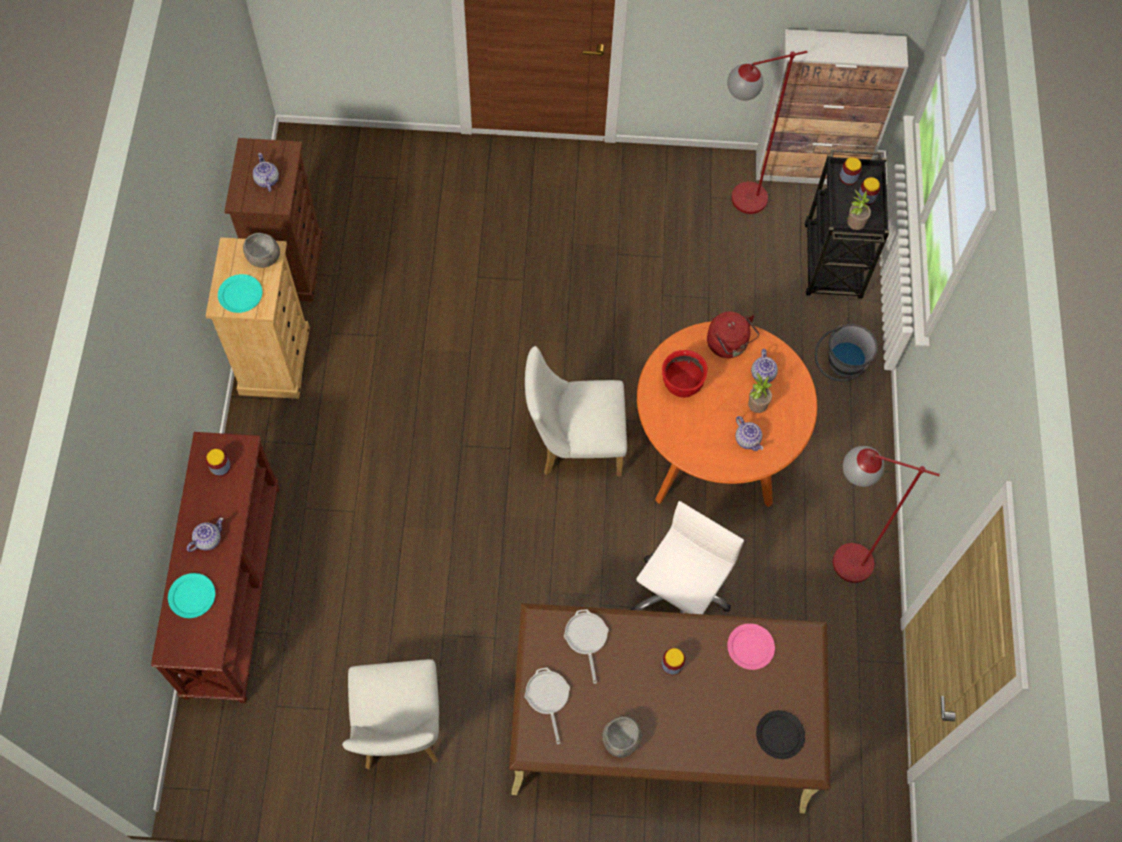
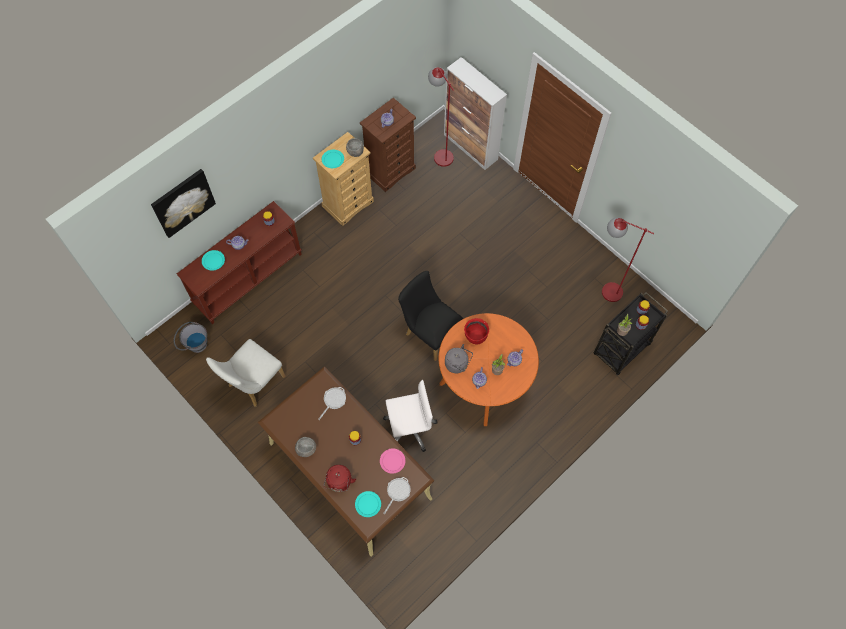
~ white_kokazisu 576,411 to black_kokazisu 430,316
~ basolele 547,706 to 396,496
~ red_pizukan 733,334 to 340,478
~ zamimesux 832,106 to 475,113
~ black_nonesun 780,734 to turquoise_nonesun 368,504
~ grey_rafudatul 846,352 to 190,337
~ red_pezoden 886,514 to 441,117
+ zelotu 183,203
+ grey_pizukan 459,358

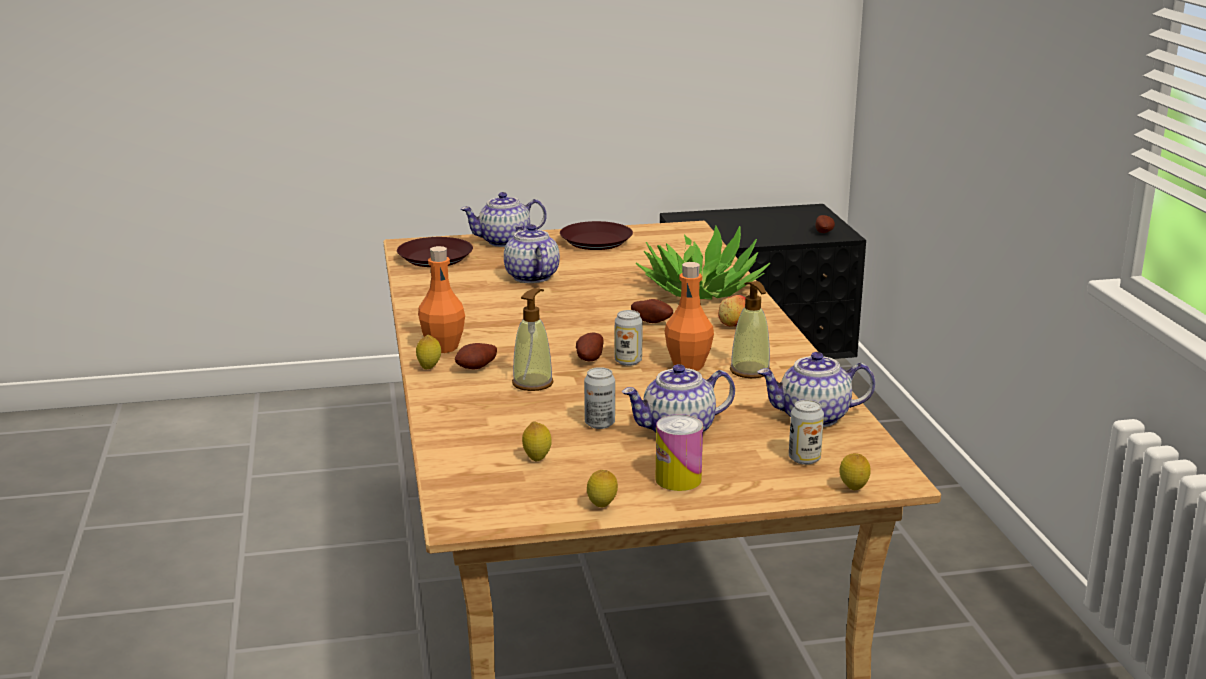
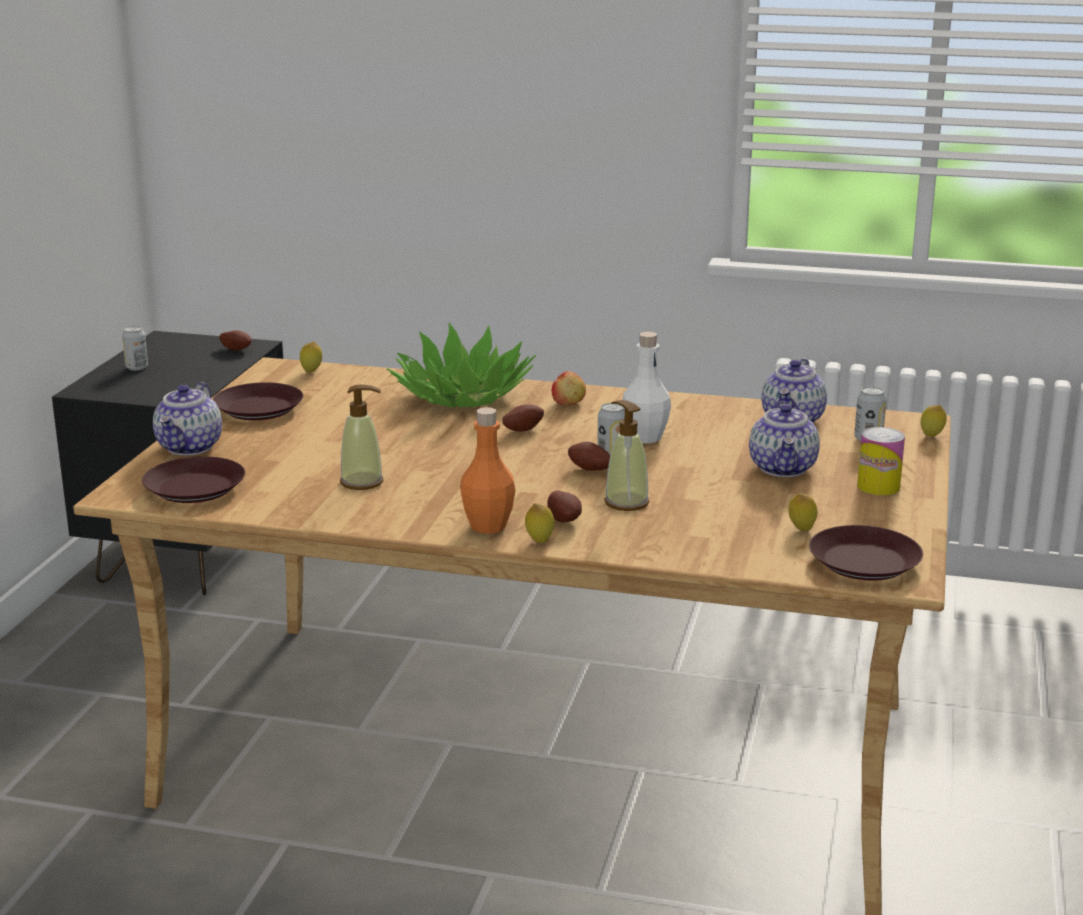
- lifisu 532,253
~ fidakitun 599,398 to 135,348
~ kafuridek 602,488 to 311,357
~ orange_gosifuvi 689,316 to white_gosifuvi 646,388
~ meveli 750,329 to 362,437
+ brown_nonesun 866,552

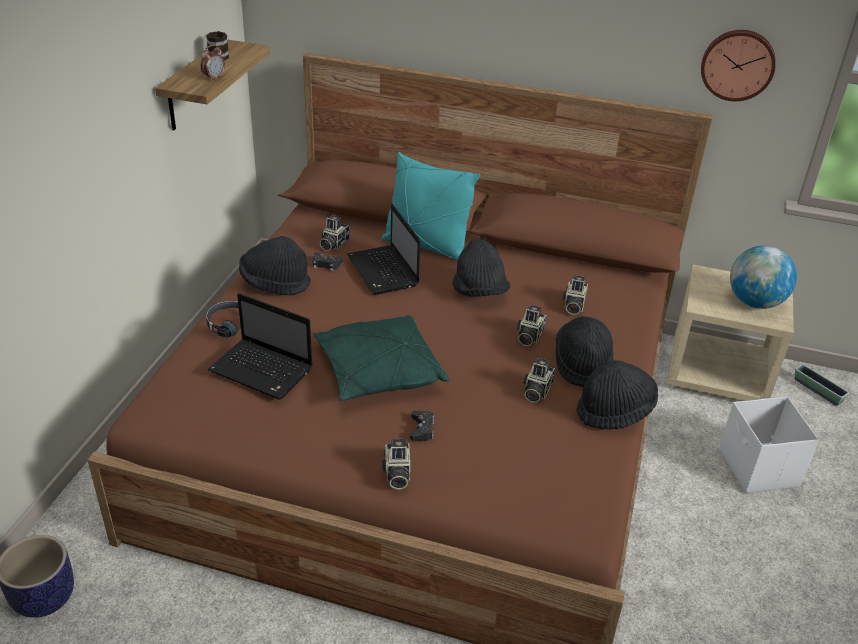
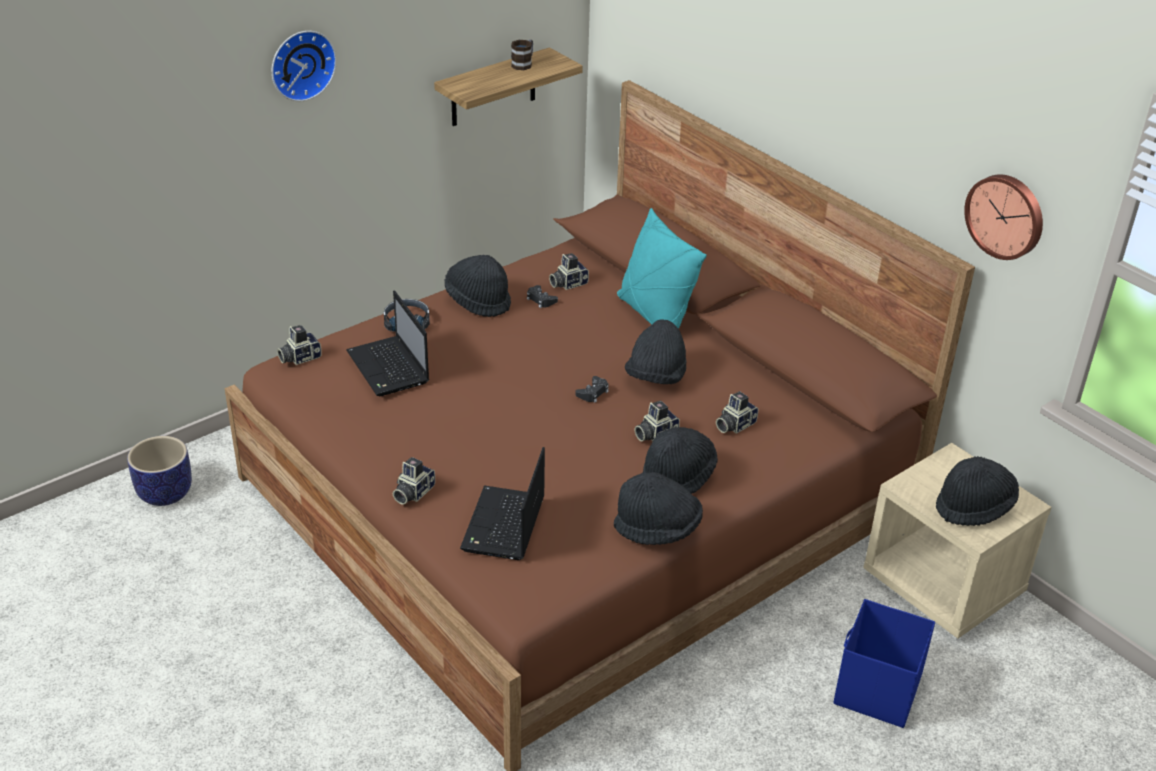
- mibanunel 212,63
- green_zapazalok 381,358
~ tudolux 383,249 to 502,503
~ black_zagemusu 422,426 to 592,389
~ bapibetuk 539,380 to 299,345
~ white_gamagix 769,445 to blue_gamagix 884,663
~ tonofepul 763,277 to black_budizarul 977,491
- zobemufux 822,385
+ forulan 304,66

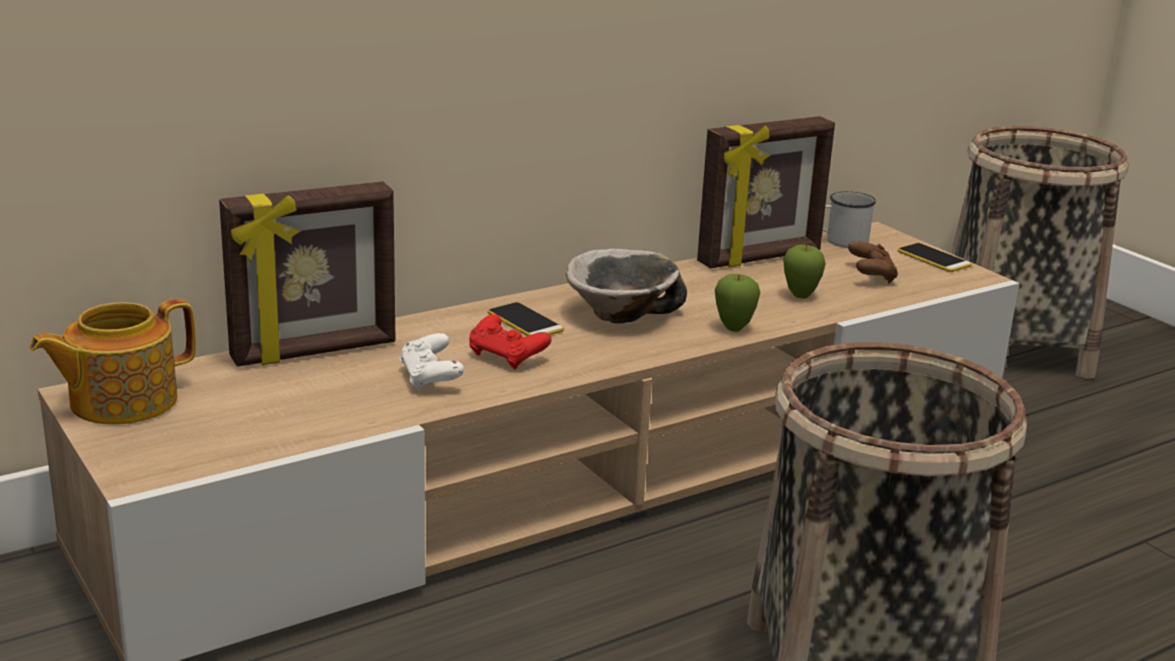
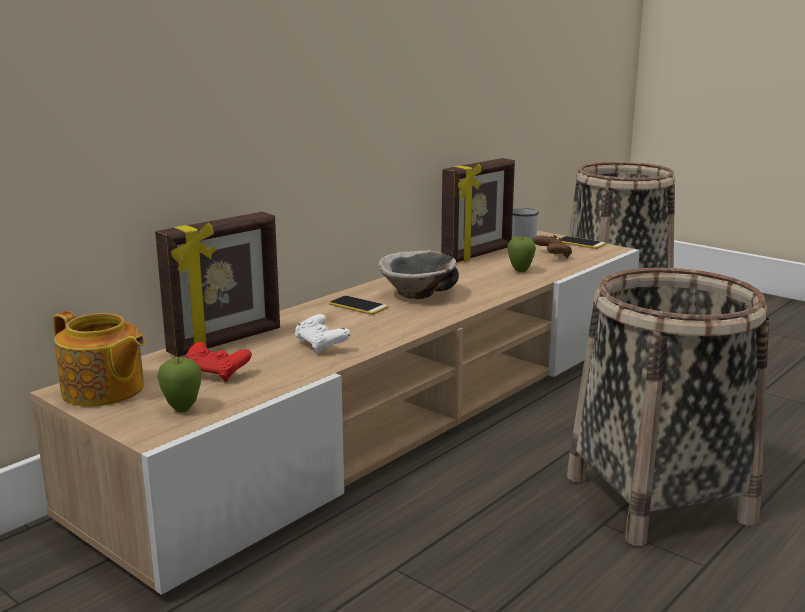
~ lifisu 112,362 = 99,358 90 degrees counterclockwise
~ red_zagemusu 510,341 to 218,362
~ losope 737,303 to 179,385

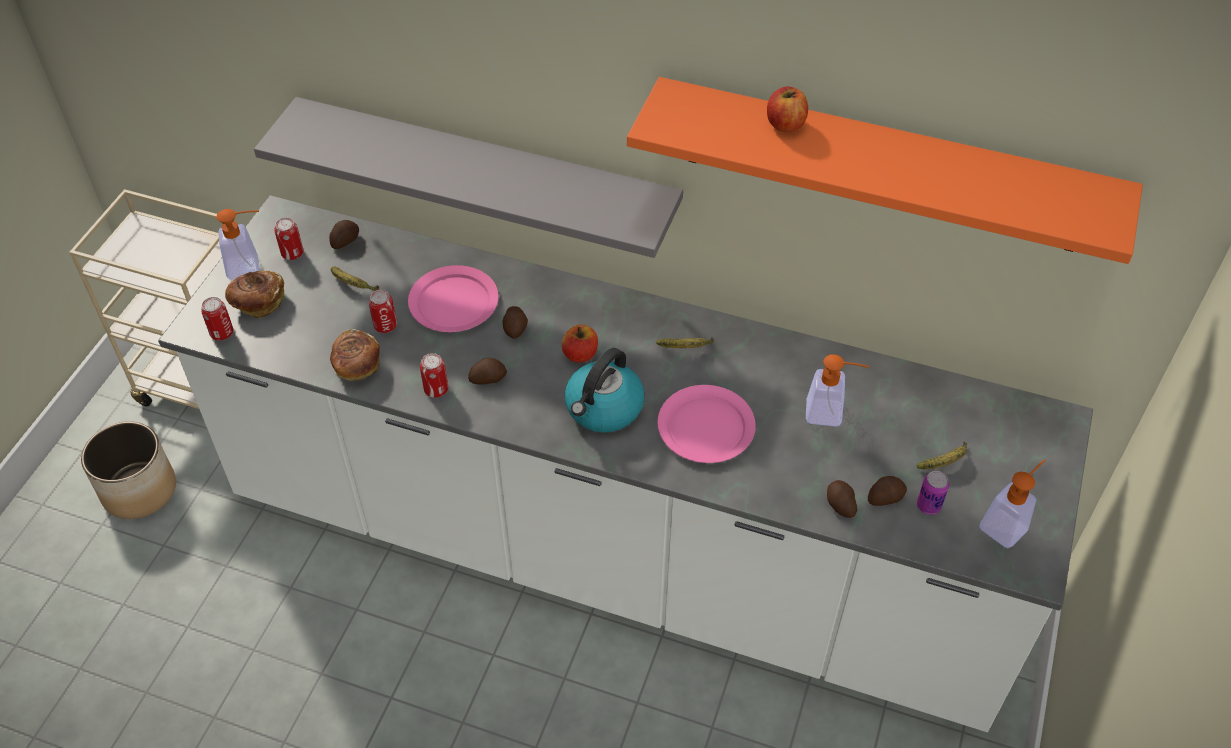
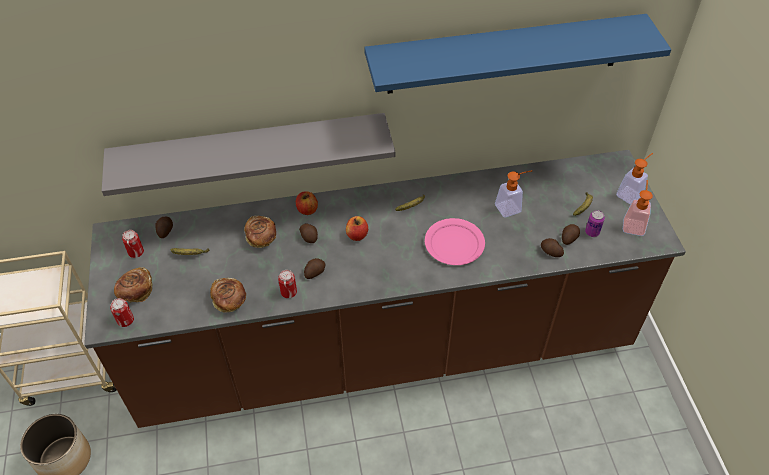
~ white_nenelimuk 625,463 to brown_nenelimuk 385,289
~ meveli 238,244 to 634,179
- fidakitun 383,311
~ pink_nonesun 453,298 to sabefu 260,232
- pizukan 605,390
~ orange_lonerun 885,170 to blue_lonerun 517,54
~ losope 787,109 to 307,203

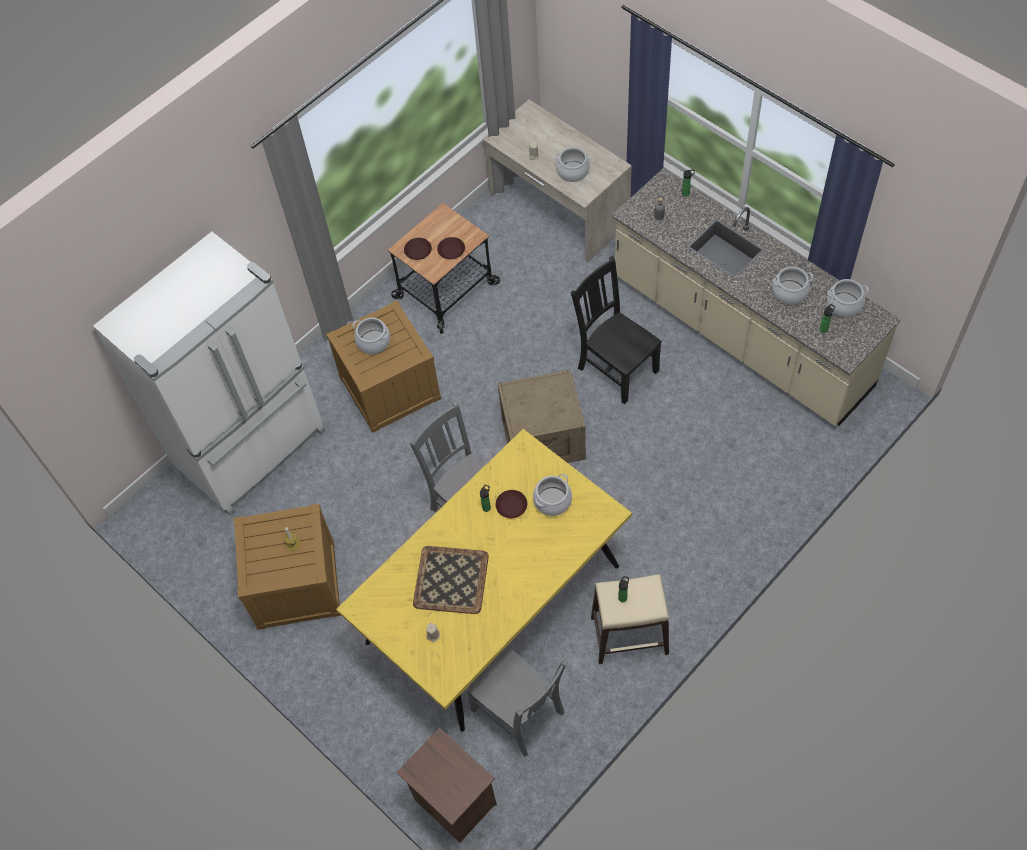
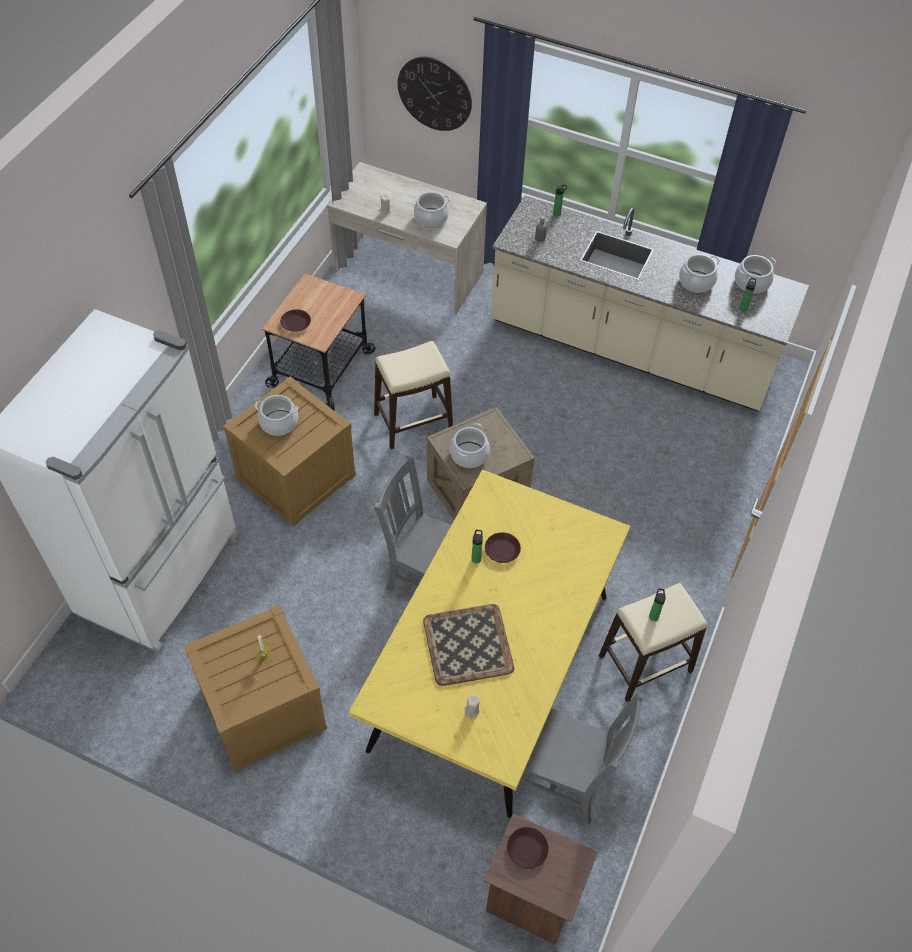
~ brown_nonesun 451,248 to 528,848
~ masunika 552,494 to 470,445
- black_kokazisu 616,330
+ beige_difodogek 413,395
+ forulan 435,94

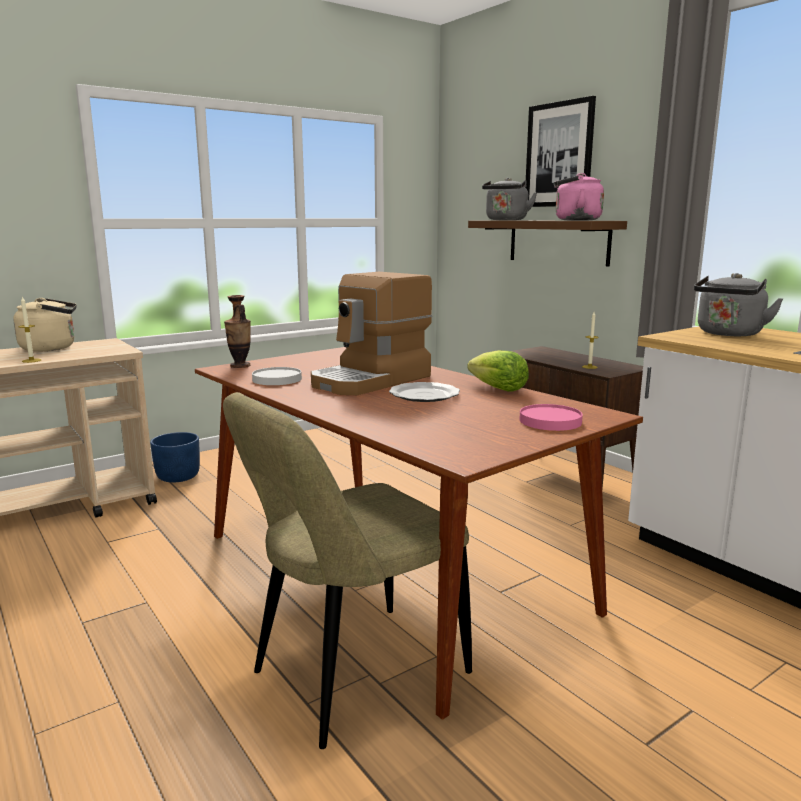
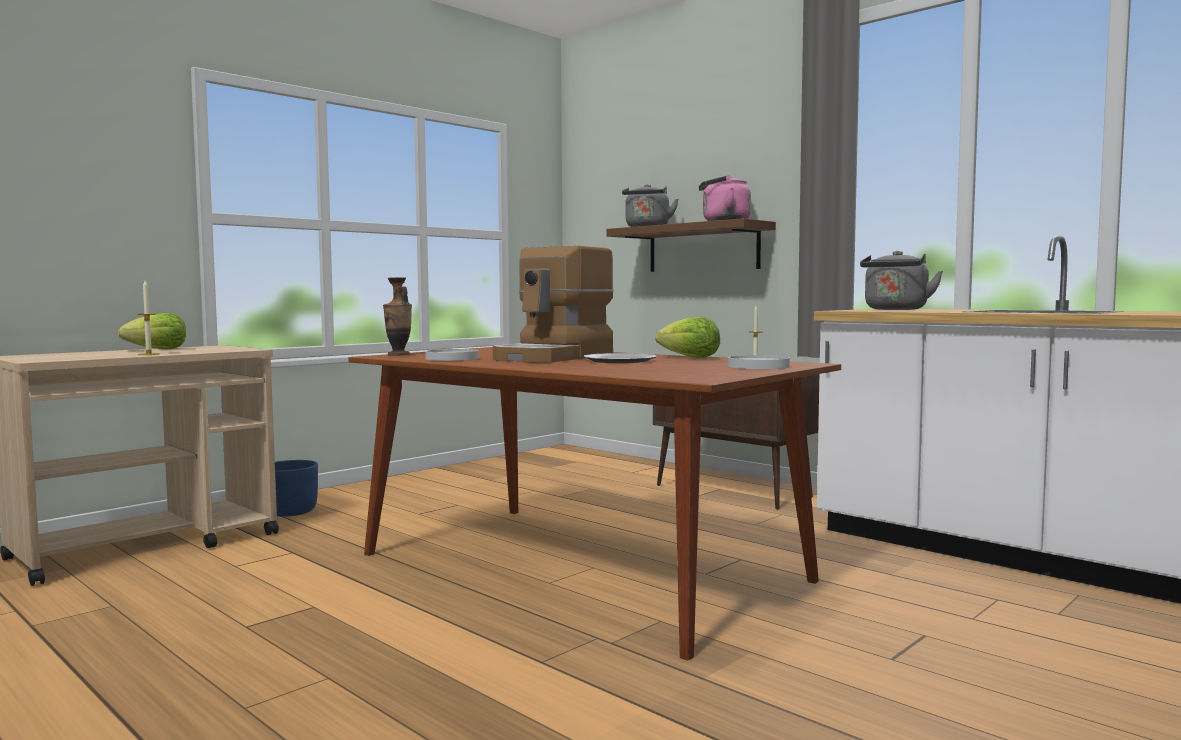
~ beige_pizukan 45,324 to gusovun 152,331
- beige_kokazisu 347,570
~ pink_nonesun 551,417 to white_nonesun 759,362
- zelotu 560,151

